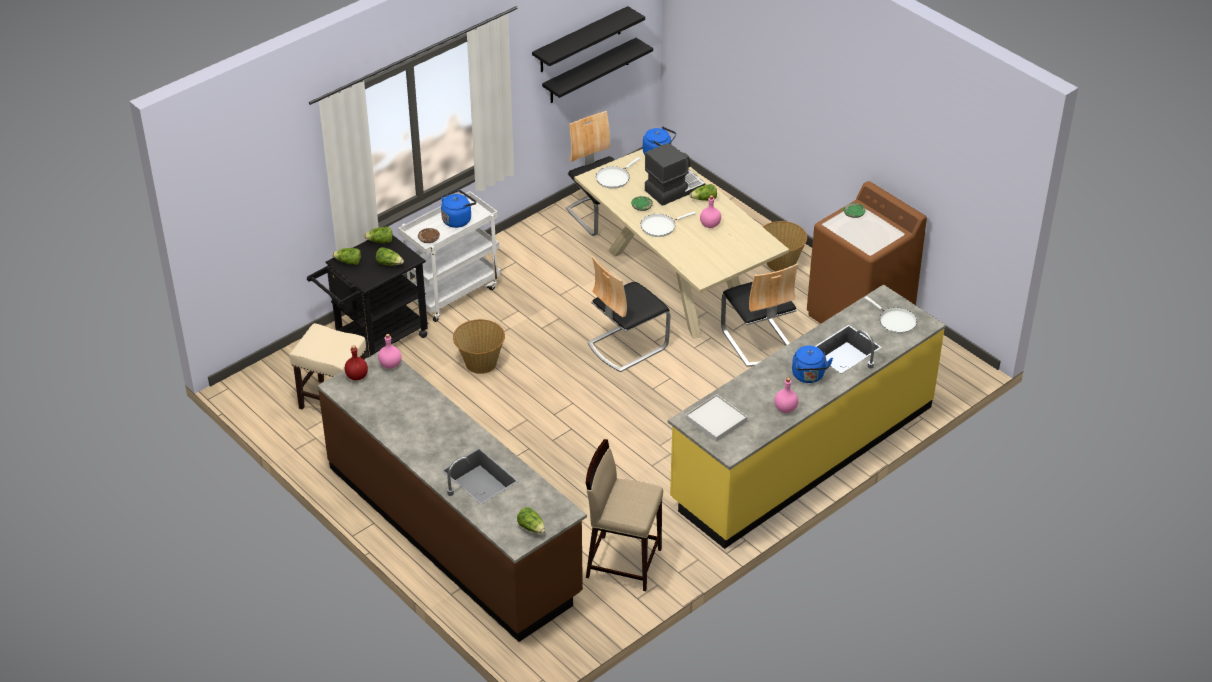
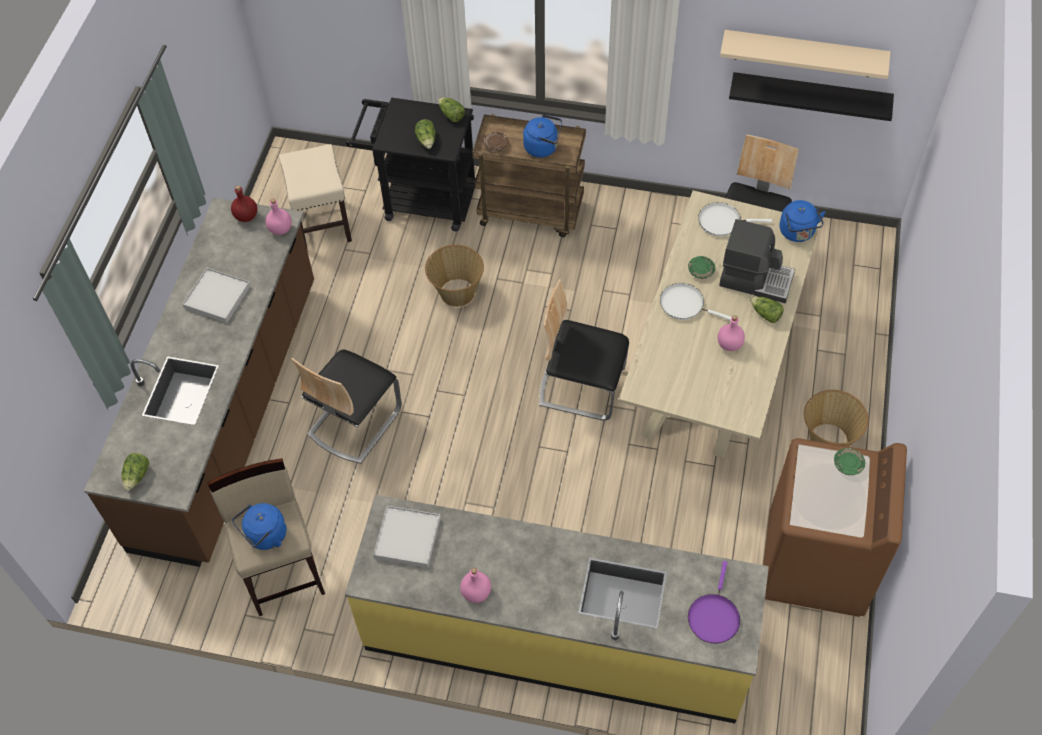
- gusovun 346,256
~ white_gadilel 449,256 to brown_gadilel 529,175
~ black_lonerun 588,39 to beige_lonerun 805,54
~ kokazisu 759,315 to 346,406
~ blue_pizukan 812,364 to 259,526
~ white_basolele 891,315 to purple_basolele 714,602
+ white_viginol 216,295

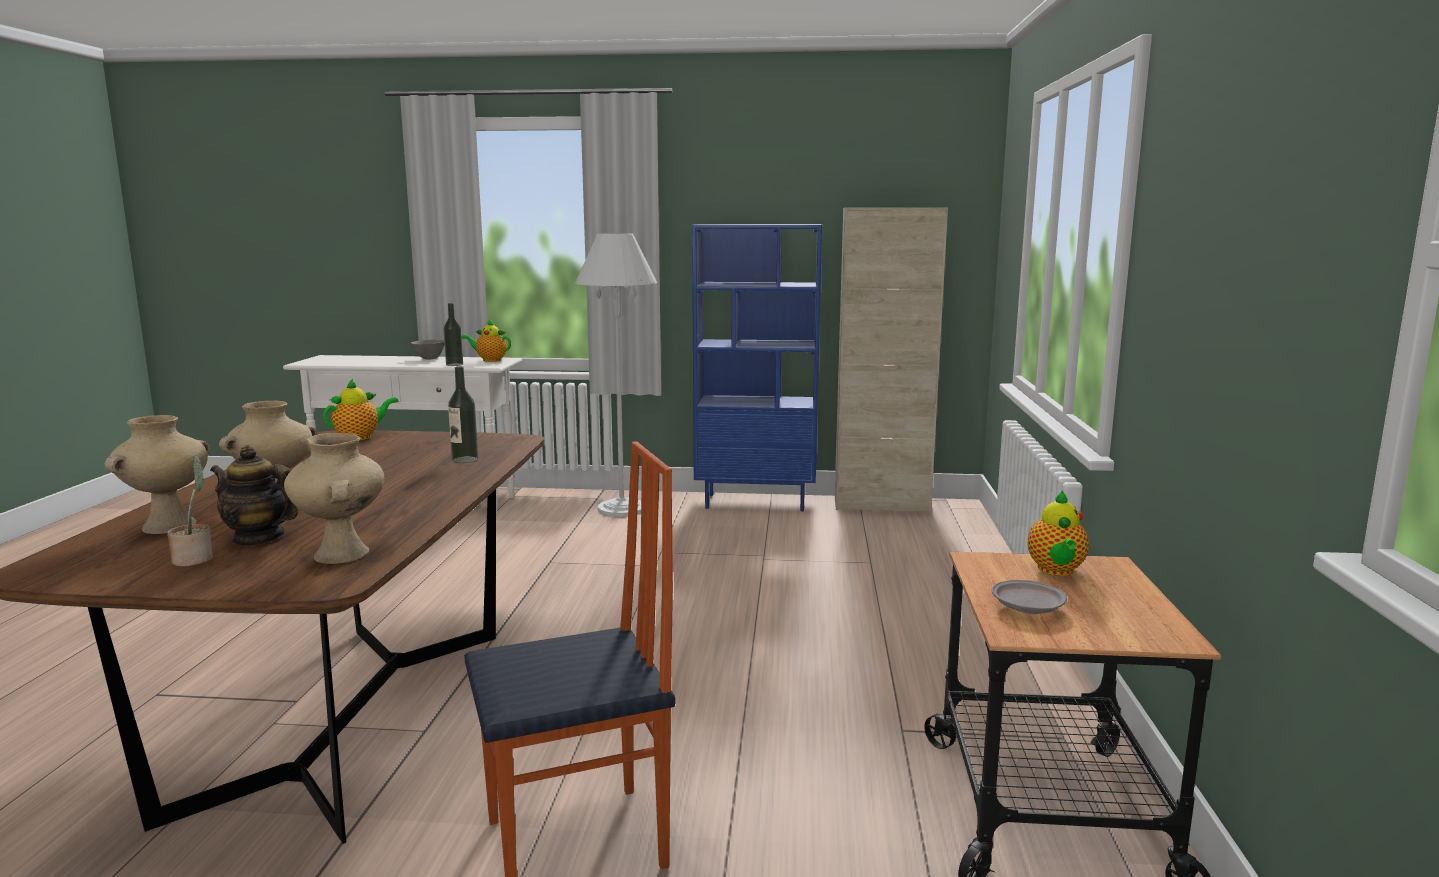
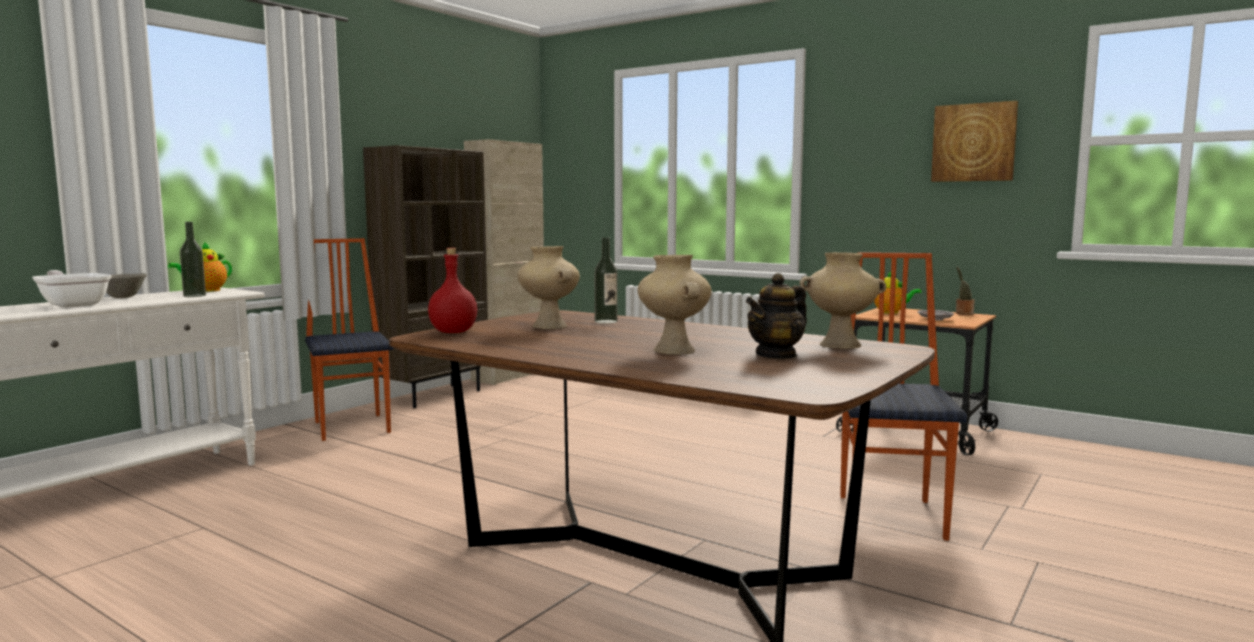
~ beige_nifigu 157,474 to 548,287
~ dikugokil 190,511 to 965,291
~ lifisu 361,409 to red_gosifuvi 452,290
~ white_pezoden 616,375 to kokazisu 349,339
~ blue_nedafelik 757,368 to brown_nedafelik 425,276
+ basolele 71,289
+ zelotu 974,141

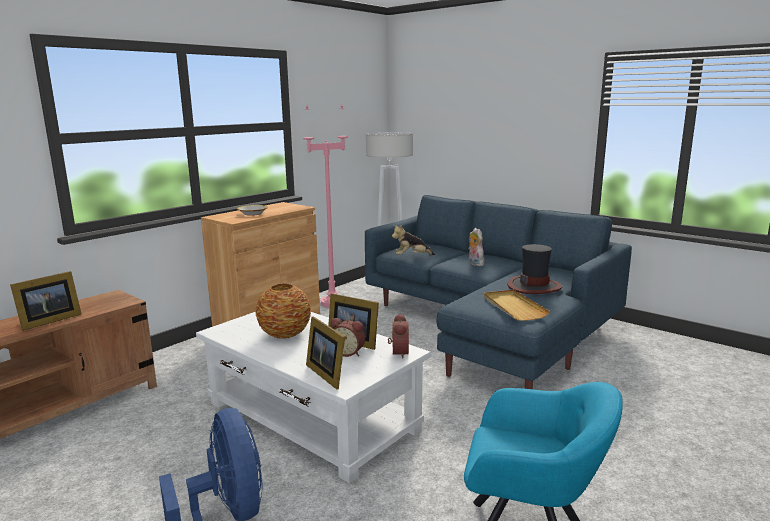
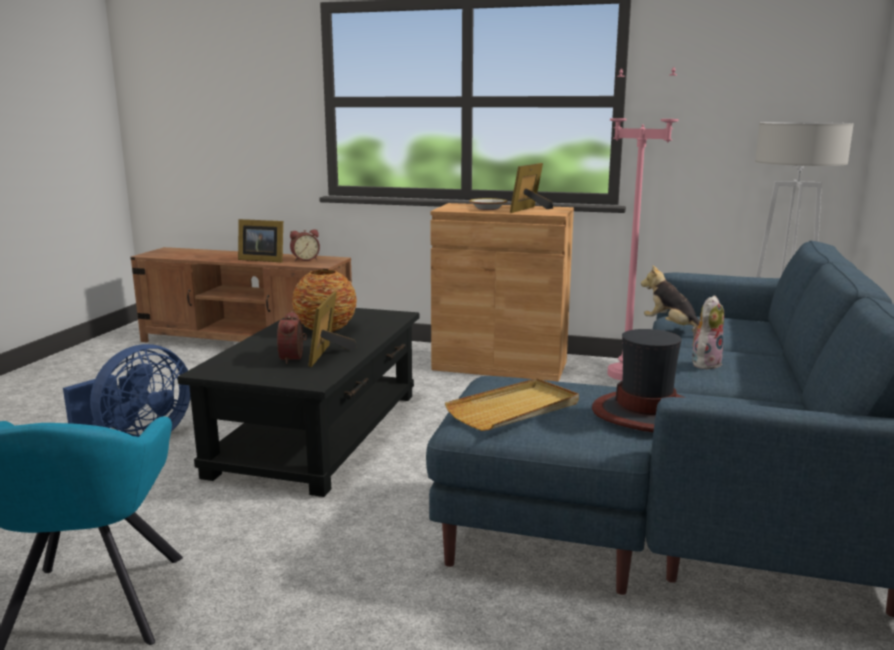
~ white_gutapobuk 313,397 to black_gutapobuk 298,402
~ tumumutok 325,352 to 531,188
~ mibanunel 398,336 to 305,245

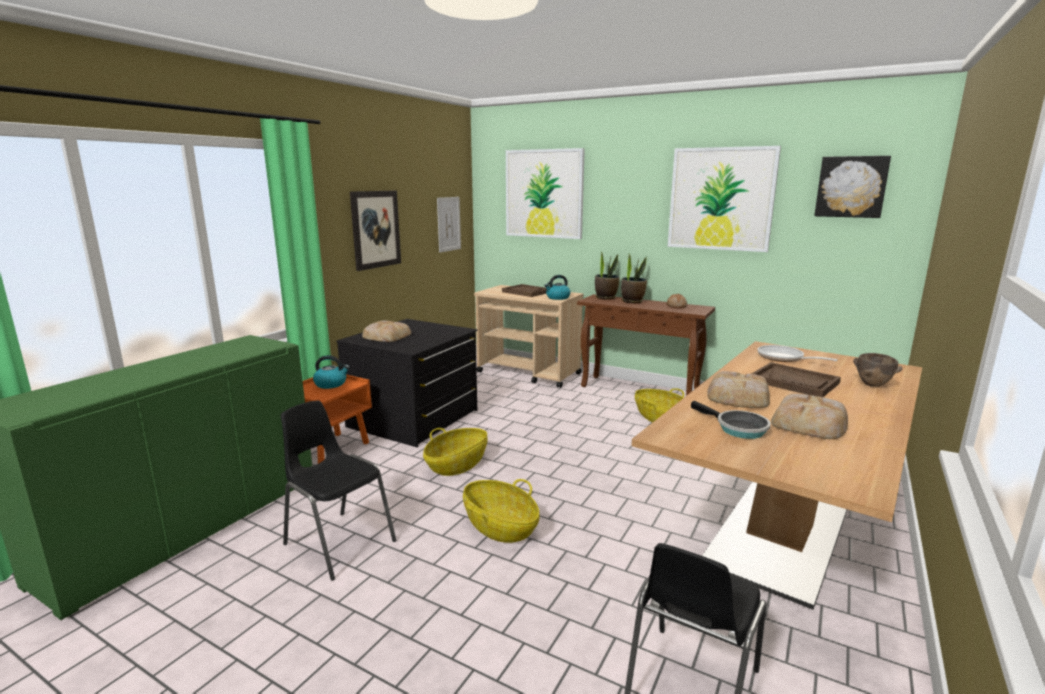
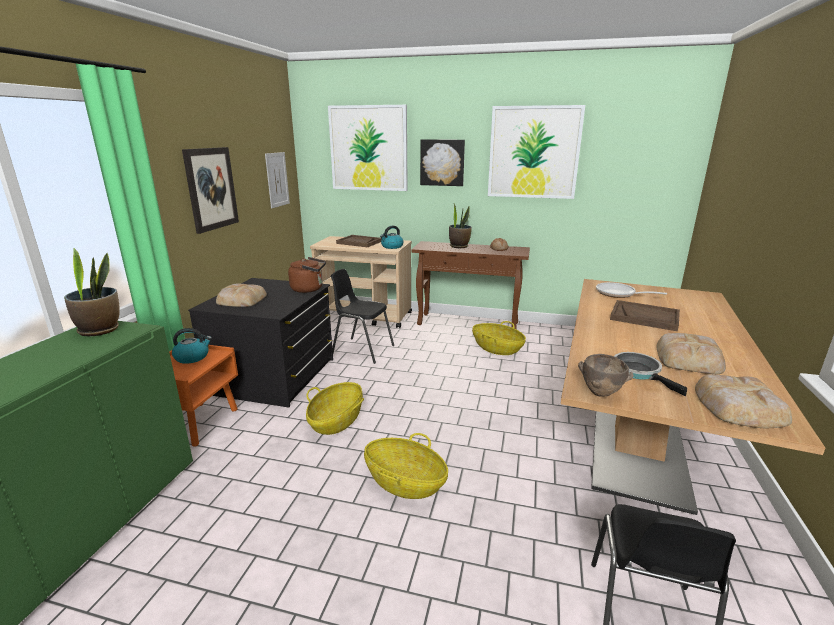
~ black_kokazisu 338,490 to 362,316
~ dikugokil 607,275 to 92,292
~ basolele 731,420 = 651,374 150 degrees counterclockwise
~ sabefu 738,389 to 743,401
~ zelotu 852,187 to 442,162
~ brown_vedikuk 877,370 to 606,375
+ brown_pizukan 307,275

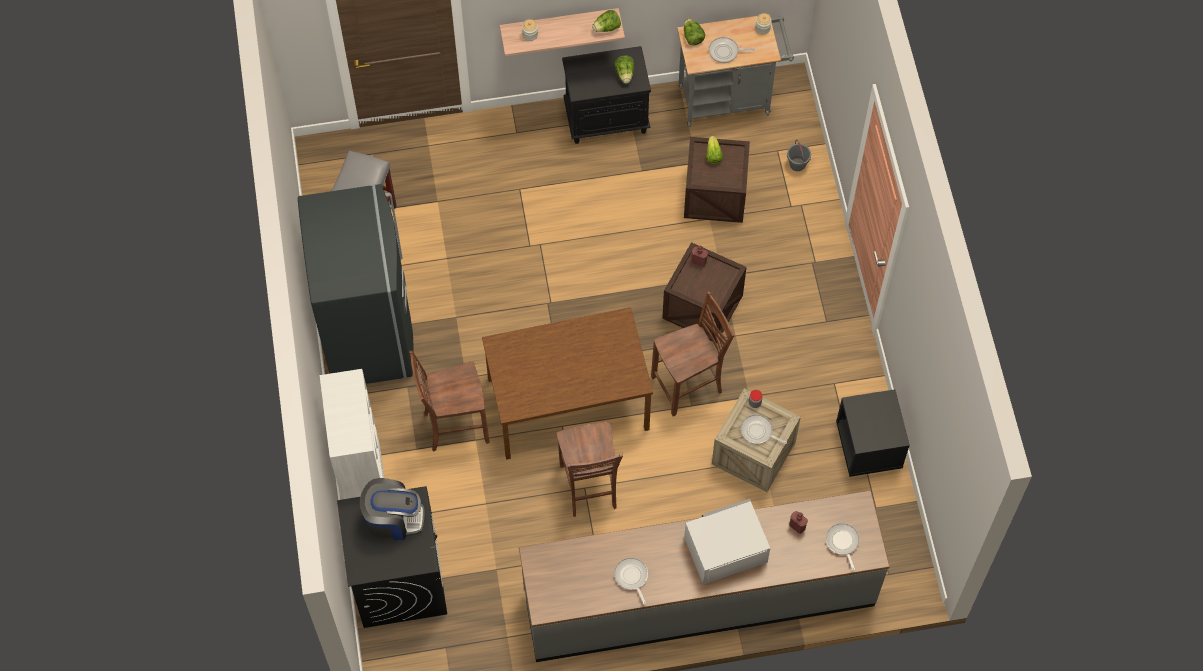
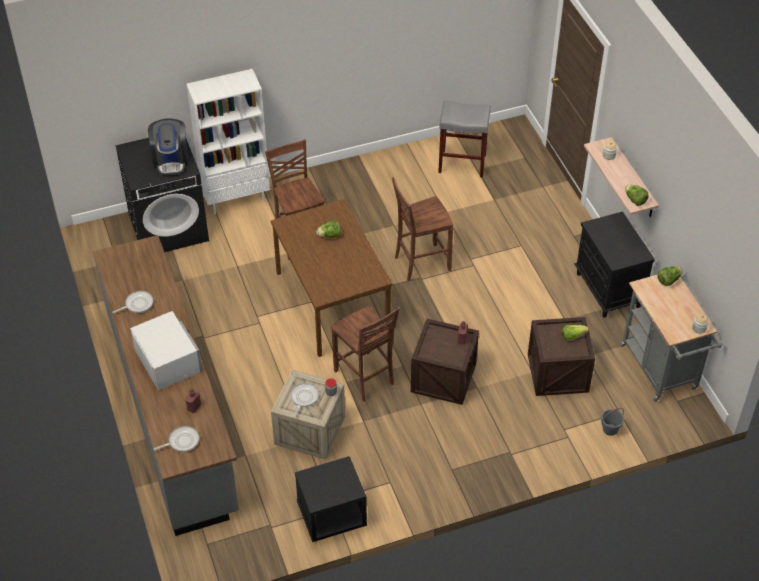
- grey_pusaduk 356,284
~ brown_kokazisu 589,469 to 422,229
~ gusovun 624,69 to 328,229
- basolele 732,50

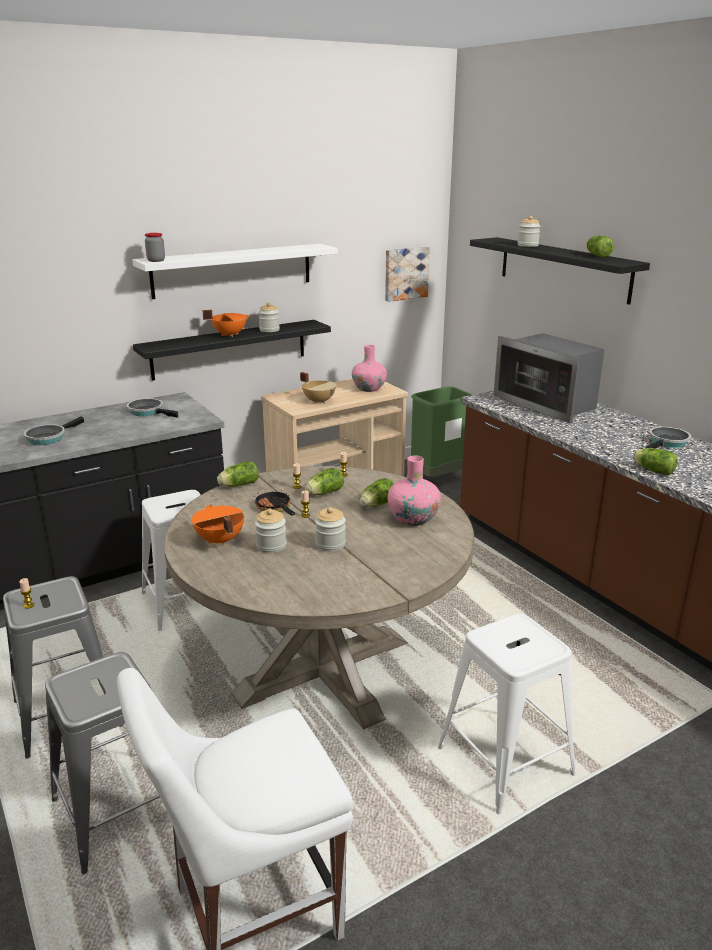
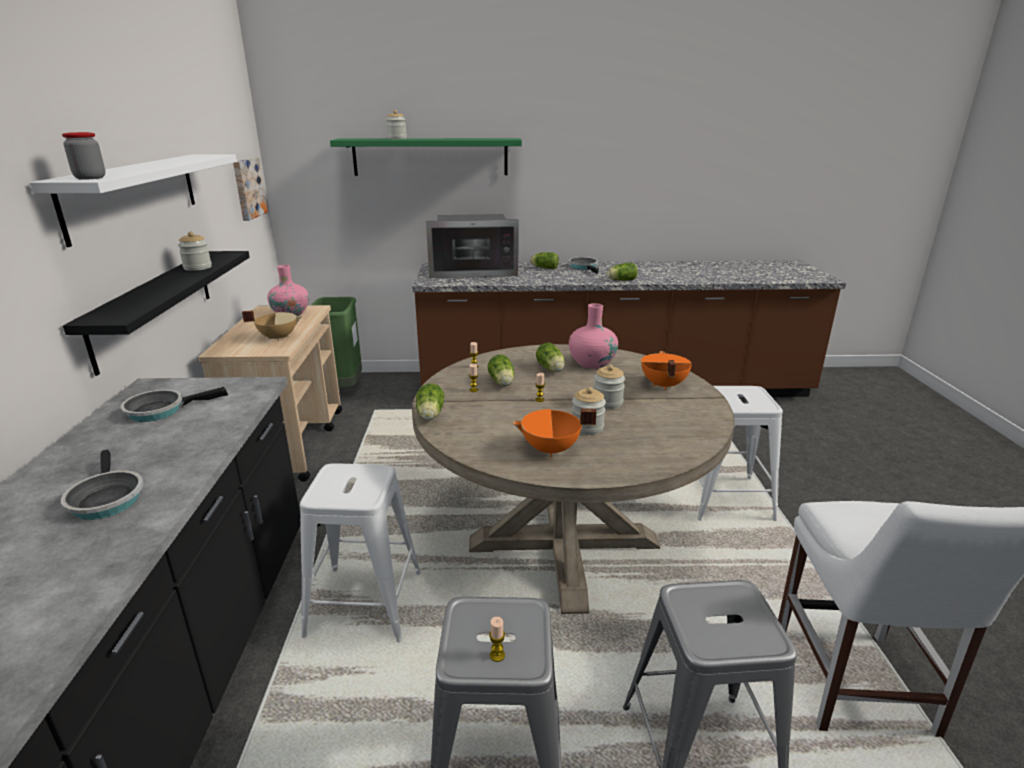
~ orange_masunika 226,323 to 666,370
- basolele 274,503
~ black_lonerun 560,271 to green_lonerun 426,157
~ gusovun 600,247 to 544,260

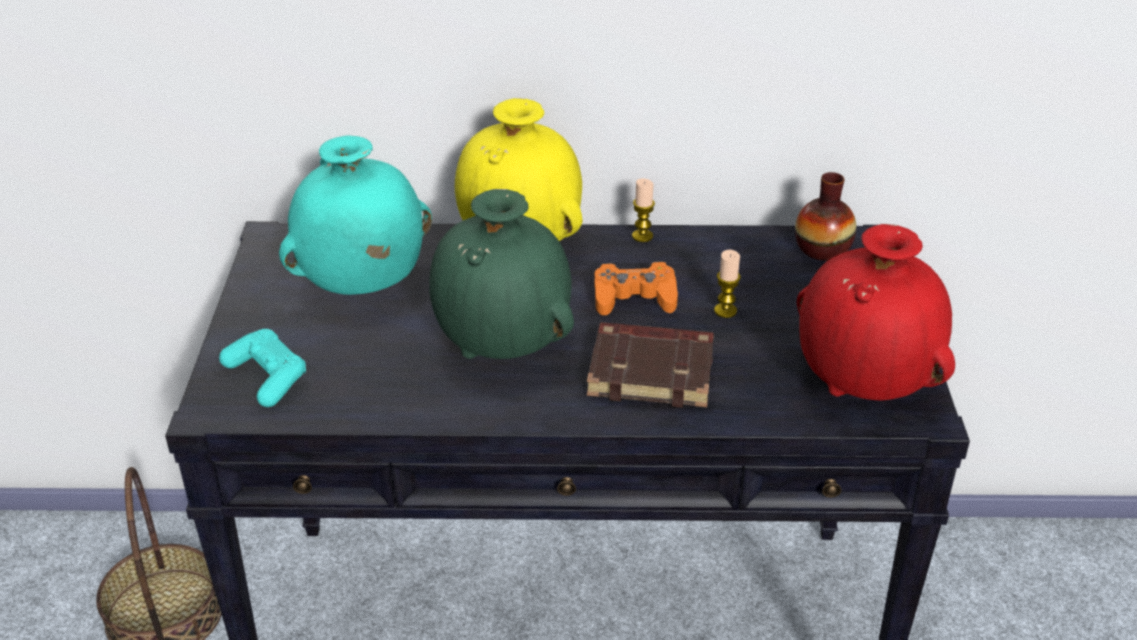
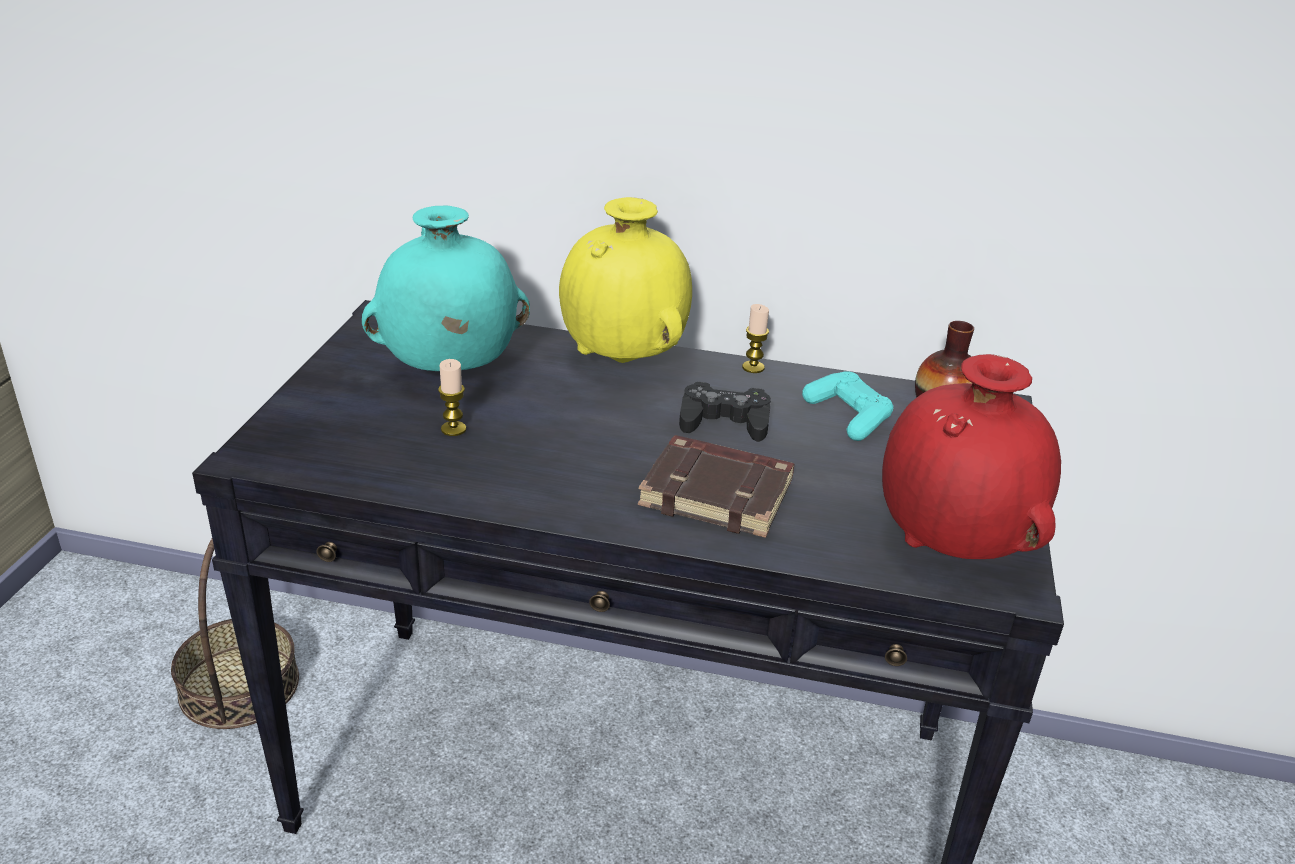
~ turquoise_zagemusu 262,368 to 847,406
- green_nifigu 501,274
~ orange_zagemusu 636,288 to black_zagemusu 725,412
~ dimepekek 727,284 to 452,397

